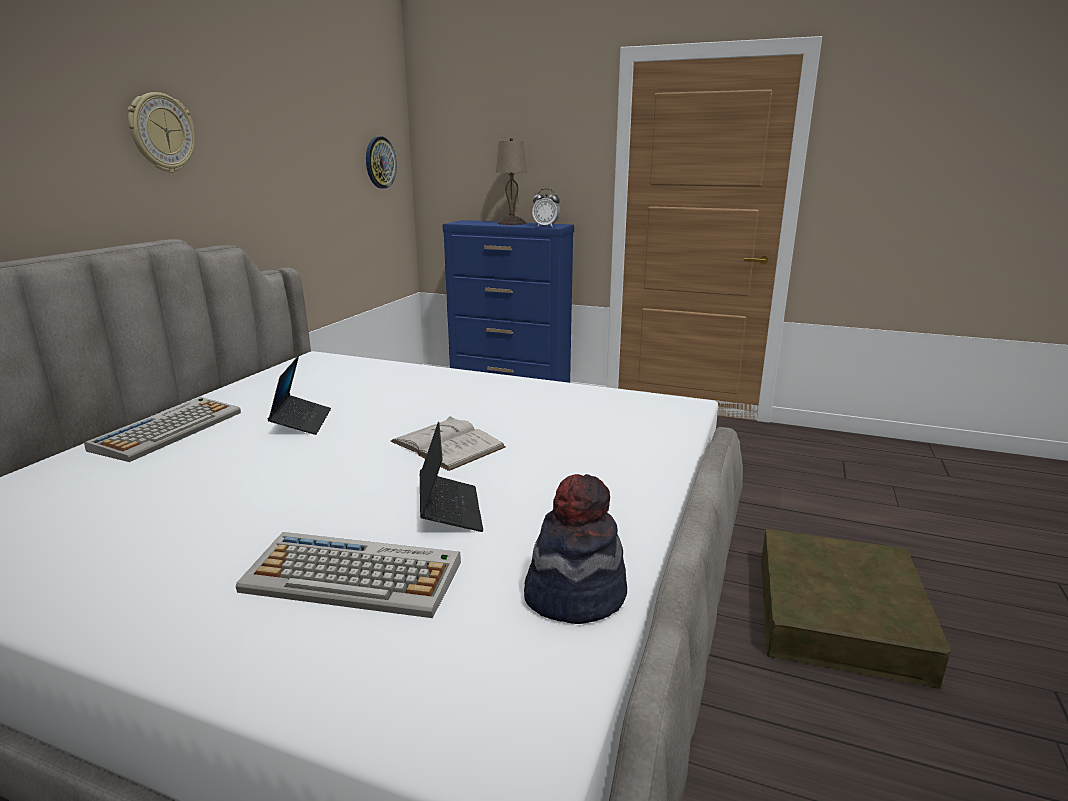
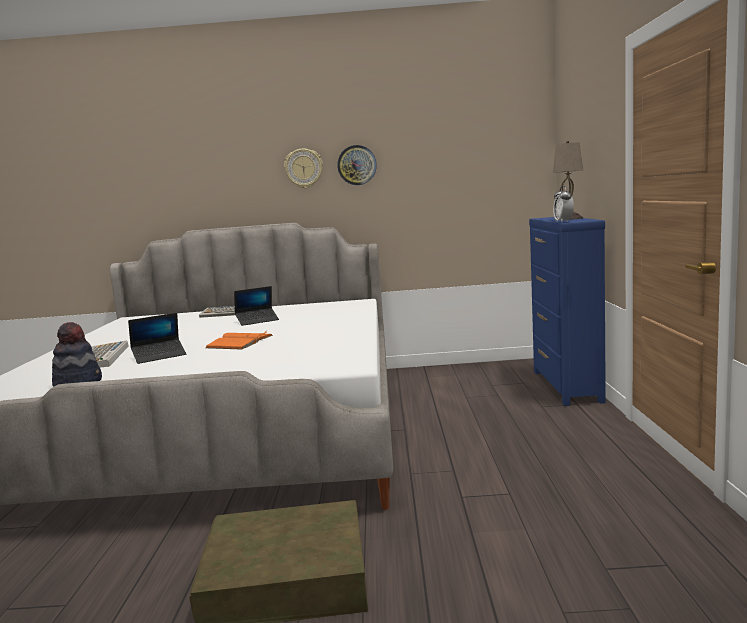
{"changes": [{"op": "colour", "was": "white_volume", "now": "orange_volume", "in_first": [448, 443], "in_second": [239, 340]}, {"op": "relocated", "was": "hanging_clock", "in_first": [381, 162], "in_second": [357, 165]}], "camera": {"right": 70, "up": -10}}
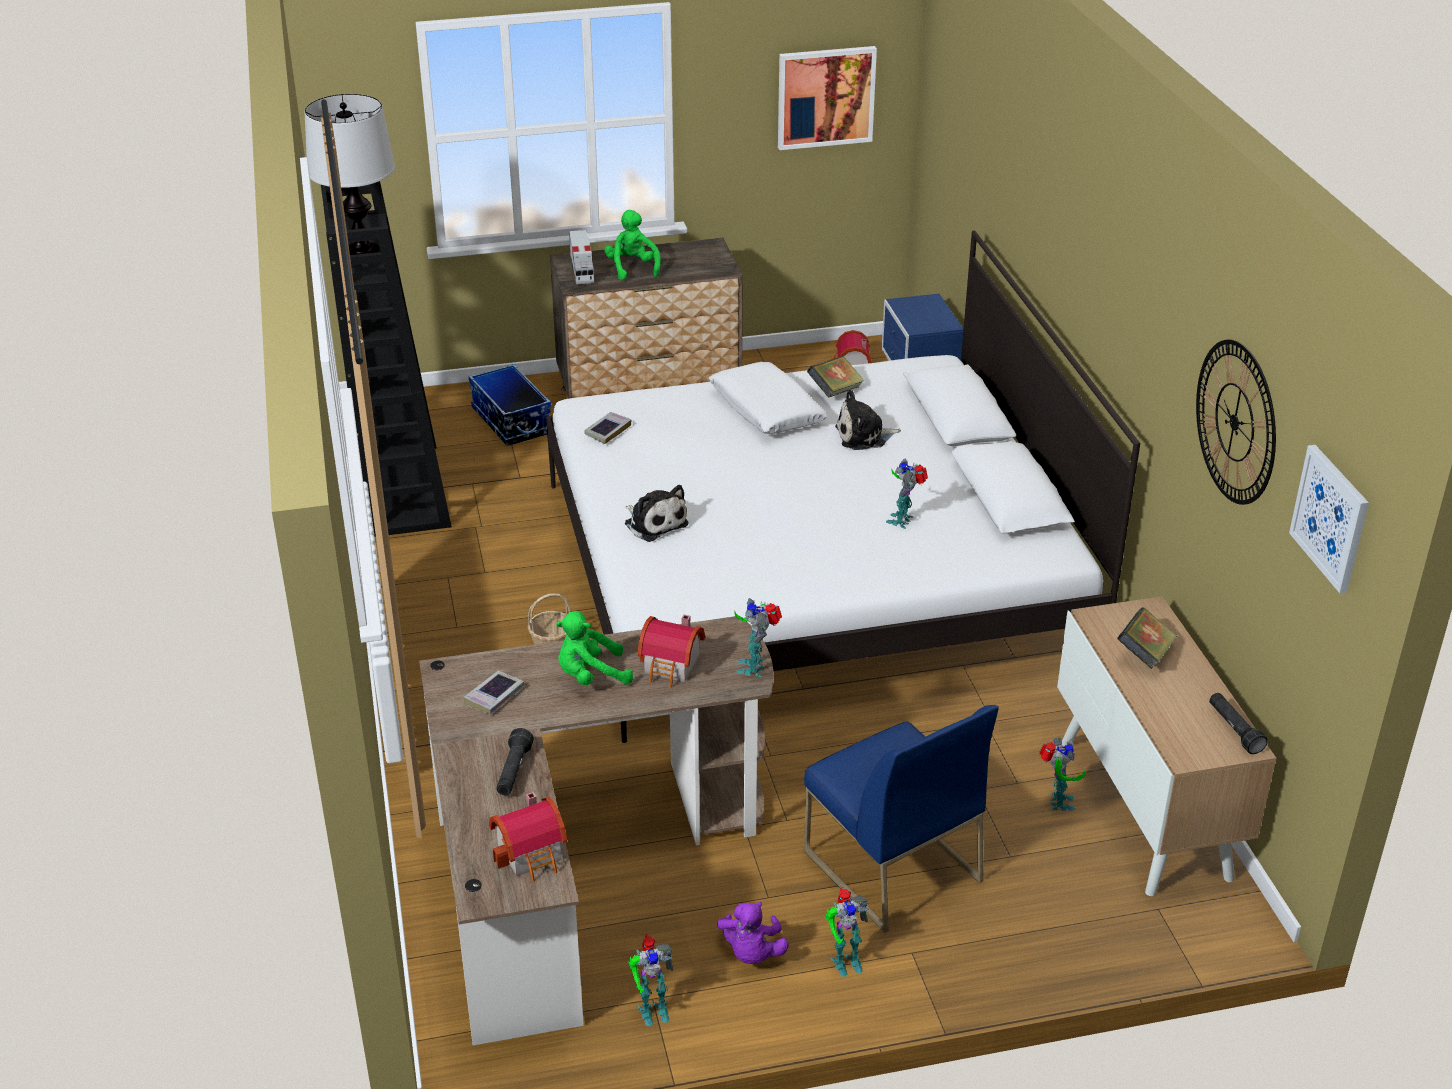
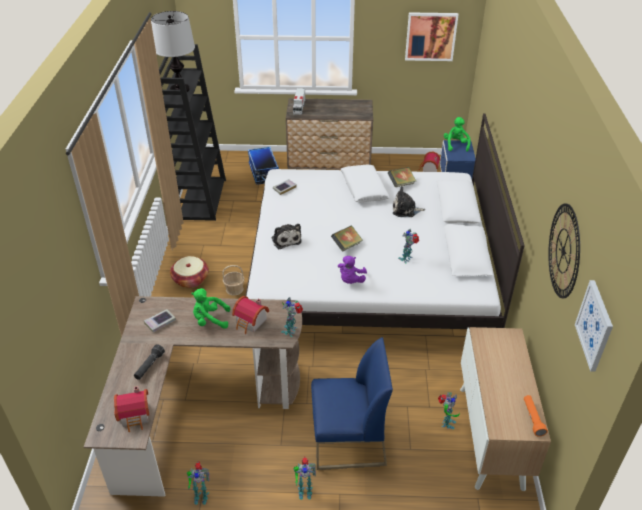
{"changes": [{"op": "appeared", "now": "household_basket", "in_second": [189, 272]}, {"op": "spun", "was": "bluish_upright_chair", "in_first": [901, 819], "in_second": [352, 403], "clockwise": -75}, {"op": "relocated", "was": "volume", "in_first": [1147, 638], "in_second": [347, 238]}, {"op": "relocated", "was": "purple-coloured_soft_toy", "in_first": [753, 933], "in_second": [352, 270]}, {"op": "relocated", "was": "green-coloured_soft_toy", "in_first": [632, 245], "in_second": [457, 134]}, {"op": "colour", "was": "black_torch", "now": "orange_torch", "in_first": [1238, 723], "in_second": [536, 416]}], "camera": {"right": 15, "up": 5}}
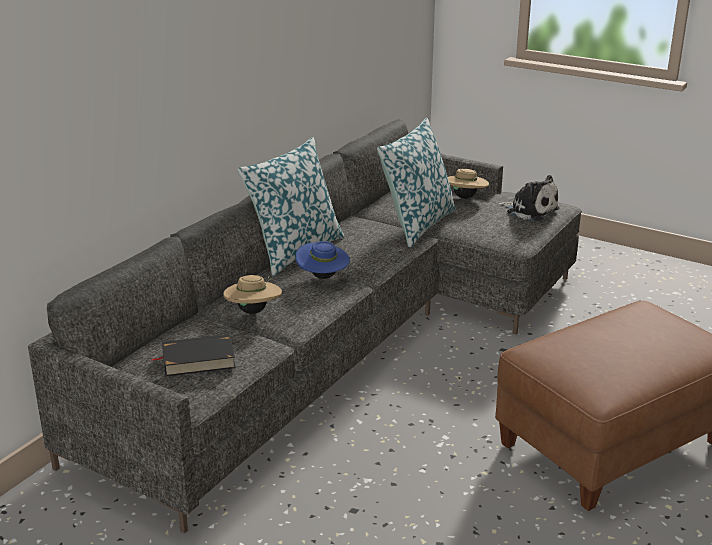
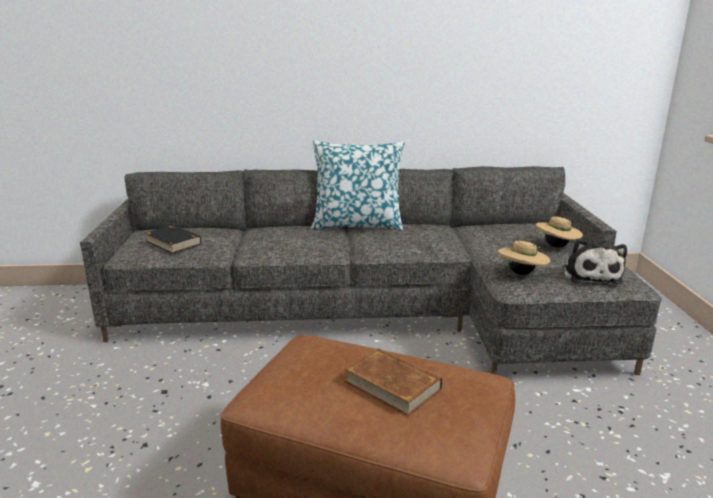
{"changes": [{"op": "appeared", "now": "brown-coloured_volume", "in_second": [394, 382]}, {"op": "relocated", "was": "beige-coloured_wearable_hat", "in_first": [252, 294], "in_second": [524, 258]}, {"op": "missing", "was": "bluish_wearable_hat", "in_first": [322, 260]}, {"op": "missing", "was": "pillow", "in_first": [416, 183]}], "camera": {"right": 55, "up": -5}}
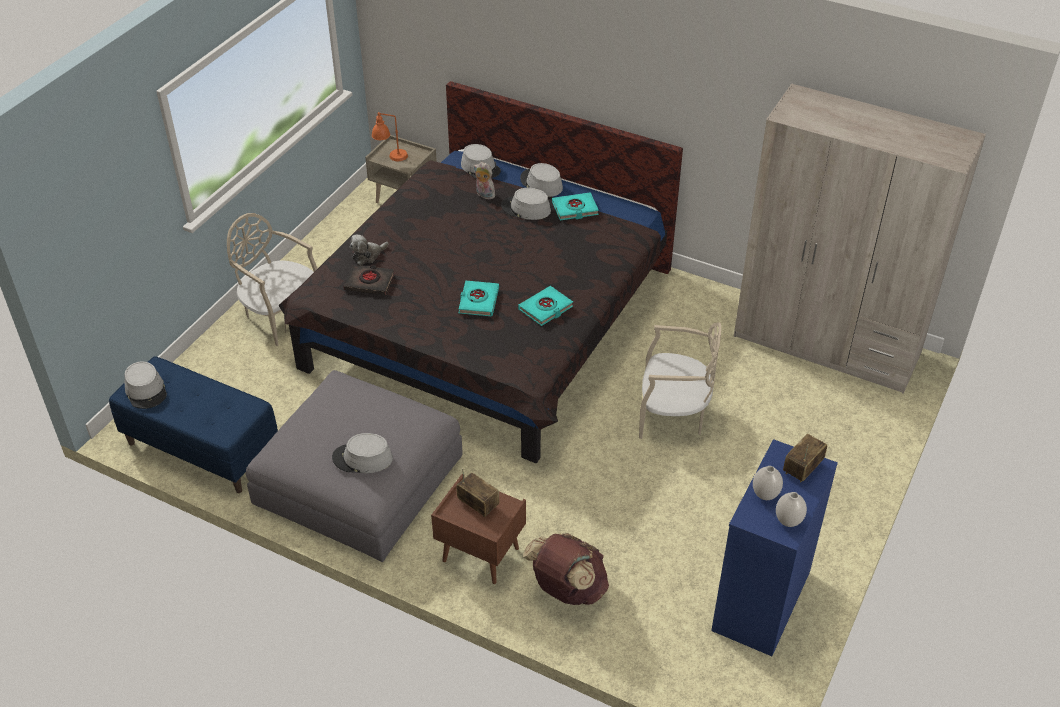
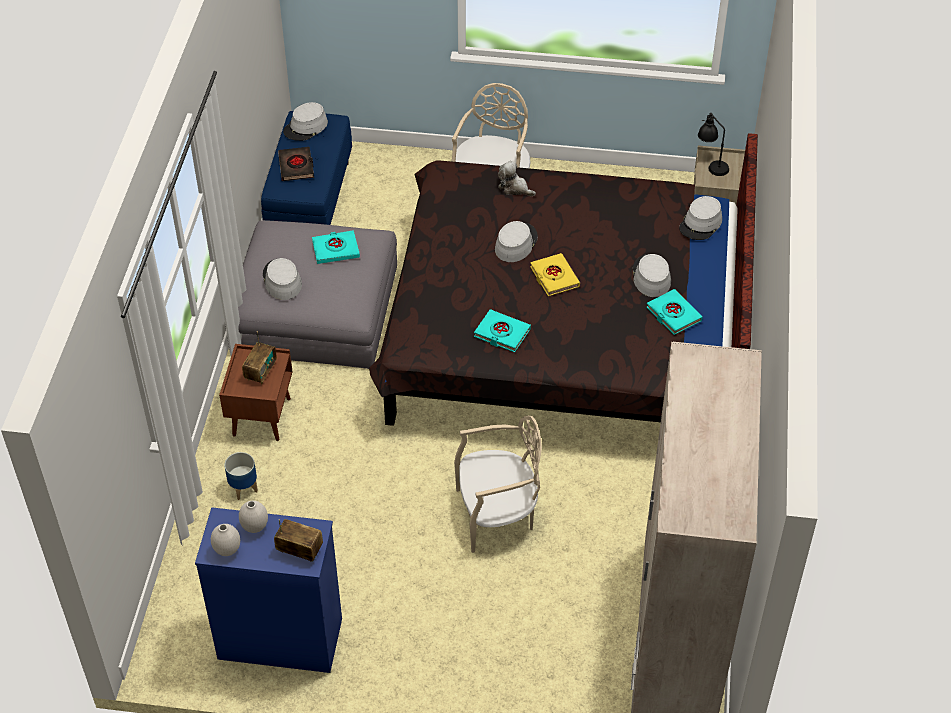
{"changes": [{"op": "exchanged", "was": "brown-coloured_knapsack", "now": "flower_pot", "in_first": [566, 569], "in_second": [241, 476]}, {"op": "relocated", "was": "black_volume", "in_first": [369, 280], "in_second": [296, 164]}, {"op": "relocated", "was": "blue-green_volume", "in_first": [479, 298], "in_second": [336, 247]}, {"op": "spun", "was": "beige-coloured_upright_chair", "in_first": [680, 381], "in_second": [498, 484], "clockwise": -90}, {"op": "relocated", "was": "greyish_wearable_hat", "in_first": [541, 180], "in_second": [516, 241]}, {"op": "appeared", "now": "yellowish_volume", "in_second": [555, 274]}, {"op": "colour", "was": "orange_lamp_for_a_table", "now": "black_lamp_for_a_table", "in_first": [390, 136], "in_second": [713, 144]}, {"op": "missing", "was": "soft_toy", "in_first": [484, 180]}], "camera": {"right": 70, "up": 5}}
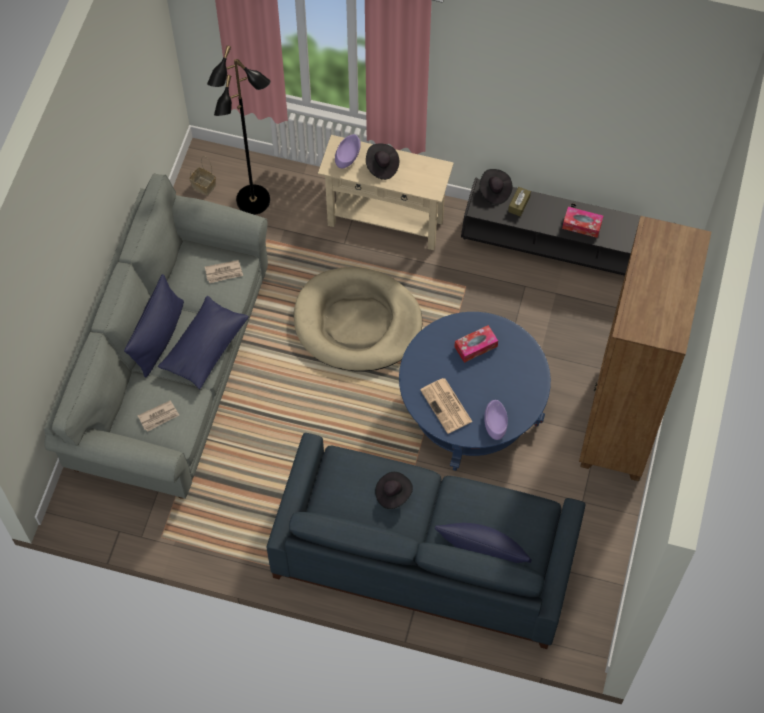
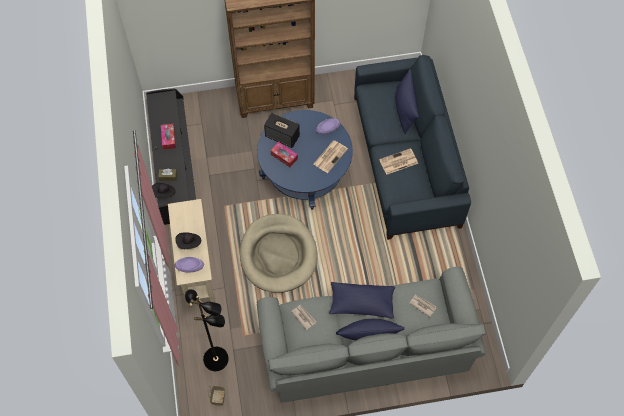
{"changes": [{"op": "appeared", "now": "audio_speaker", "in_second": [282, 130]}, {"op": "exchanged", "was": "black_wearable_hat", "now": "newspaper", "in_first": [394, 490], "in_second": [398, 161]}], "camera": {"right": -115, "up": 0}}
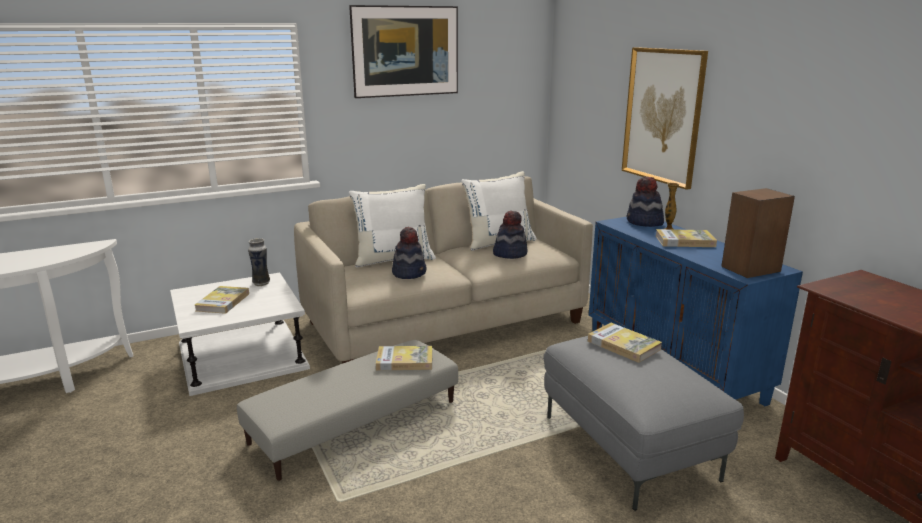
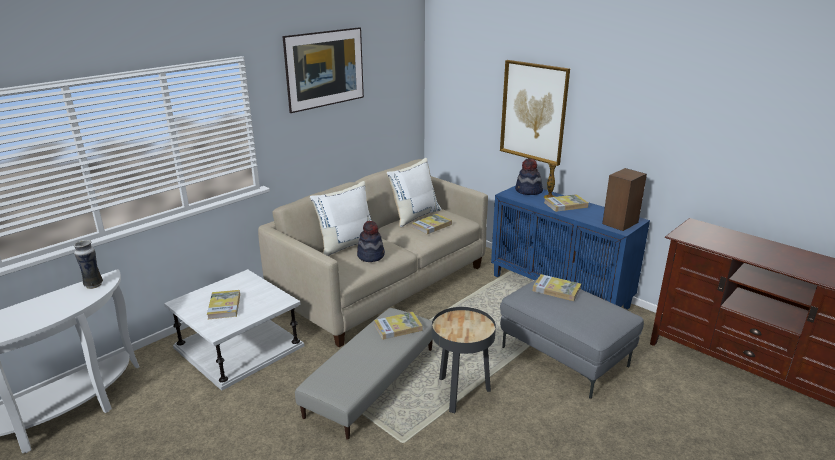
{"changes": [{"op": "relocated", "was": "vase", "in_first": [259, 262], "in_second": [88, 264]}, {"op": "exchanged", "was": "wearable_hat", "now": "volume", "in_first": [510, 235], "in_second": [432, 224]}, {"op": "appeared", "now": "black_end_table", "in_second": [464, 360]}], "camera": {"right": -20, "up": 5}}
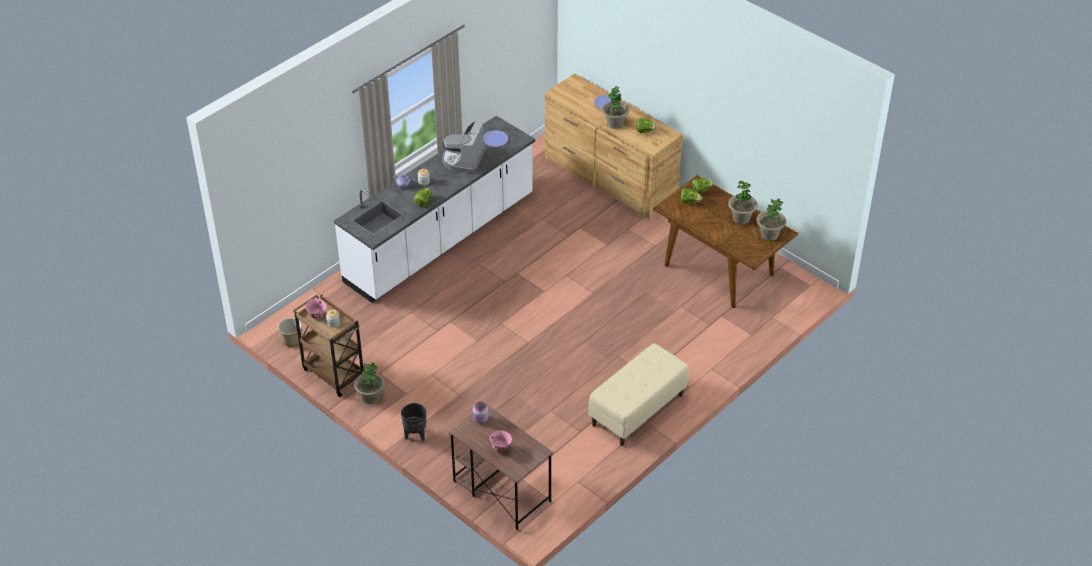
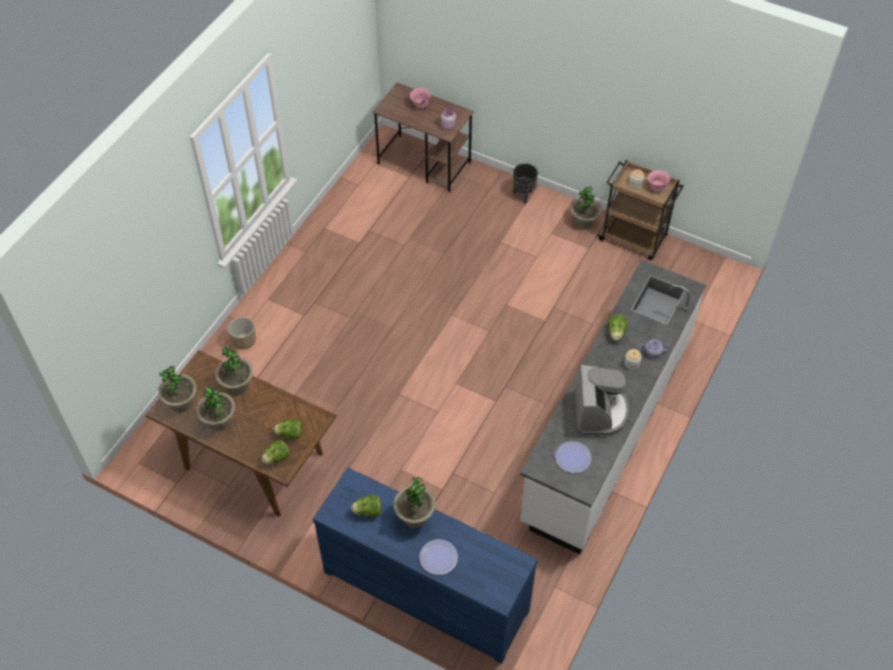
{"changes": [{"op": "appeared", "now": "houseplant", "in_second": [234, 370]}, {"op": "relocated", "was": "flower_pot", "in_first": [290, 332], "in_second": [242, 333]}, {"op": "colour", "was": "brown-coloured_dresser", "now": "bluish_dresser", "in_first": [613, 146], "in_second": [425, 566]}, {"op": "missing", "was": "beige-coloured_long_seat", "in_first": [638, 394]}], "camera": {"right": 165, "up": 10}}
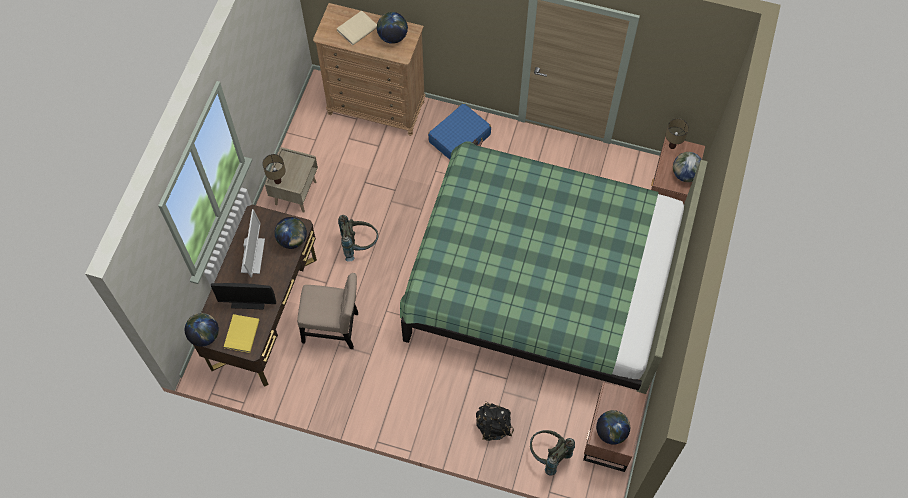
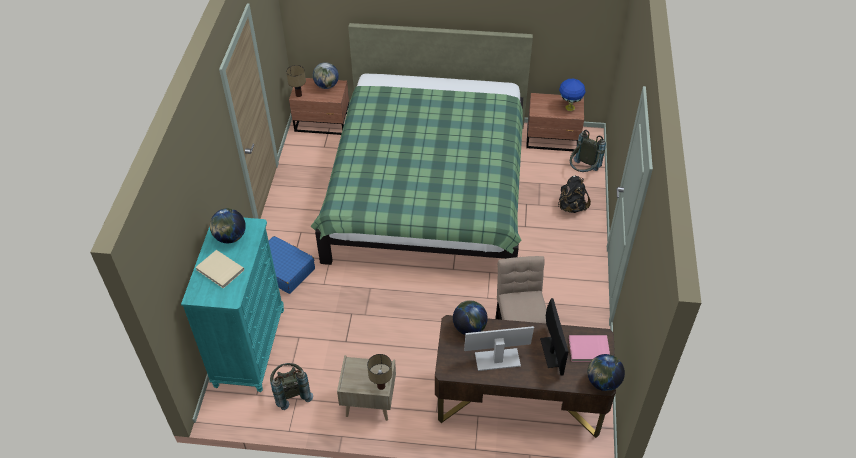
{"changes": [{"op": "colour", "was": "brown-coloured_dresser", "now": "blue-green_dresser", "in_first": [369, 69], "in_second": [232, 305]}, {"op": "relocated", "was": "greyish_knapsack", "in_first": [358, 238], "in_second": [291, 386]}, {"op": "exchanged", "was": "globe", "now": "bluish_lamp_for_a_table", "in_first": [613, 427], "in_second": [572, 94]}, {"op": "colour", "was": "yellowish_volume", "now": "pinkish_volume", "in_first": [241, 333], "in_second": [589, 348]}], "camera": {"right": -100, "up": -15}}
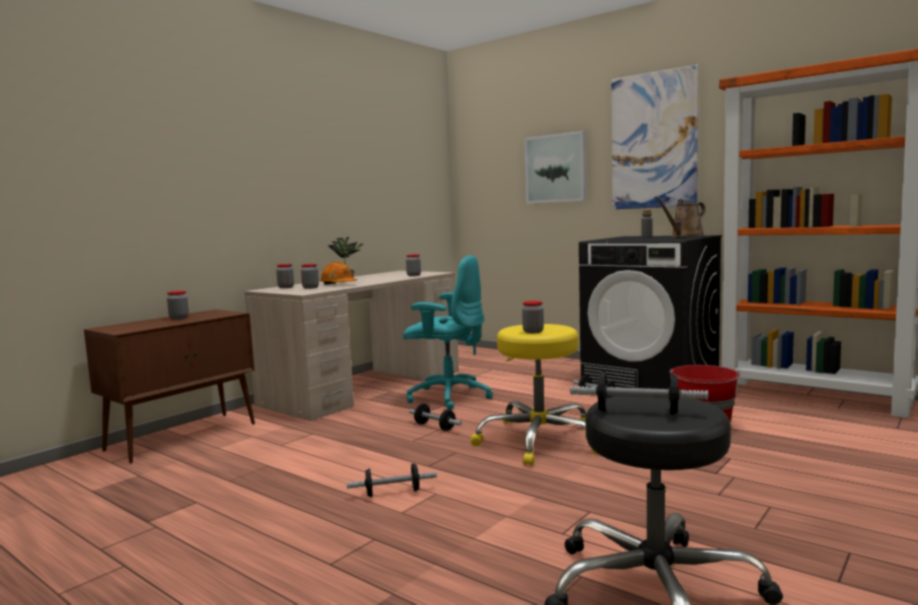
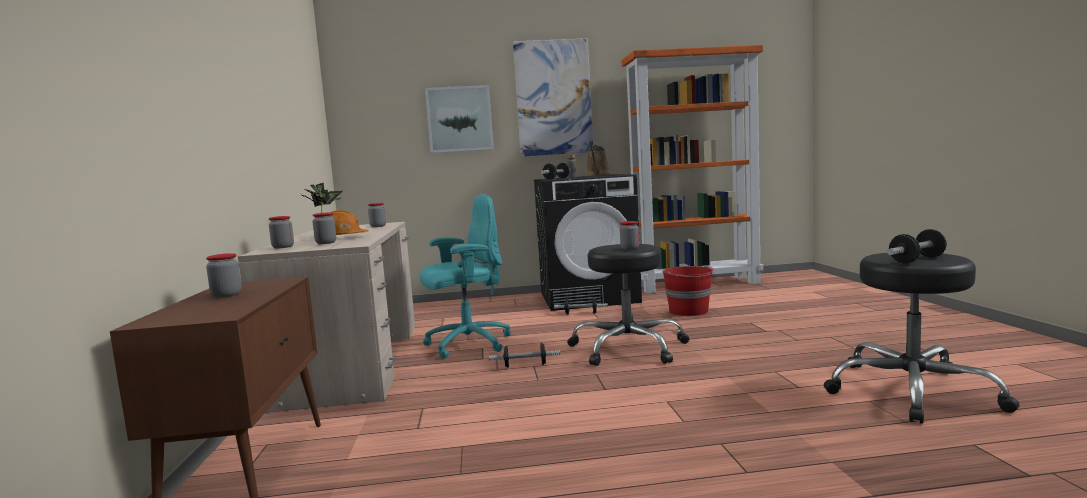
{"changes": [{"op": "relocated", "was": "hand_weight", "in_first": [392, 480], "in_second": [555, 171]}, {"op": "colour", "was": "yellowish_stool", "now": "black_stool", "in_first": [534, 395], "in_second": [628, 305]}], "camera": {"right": -45, "up": 0}}
